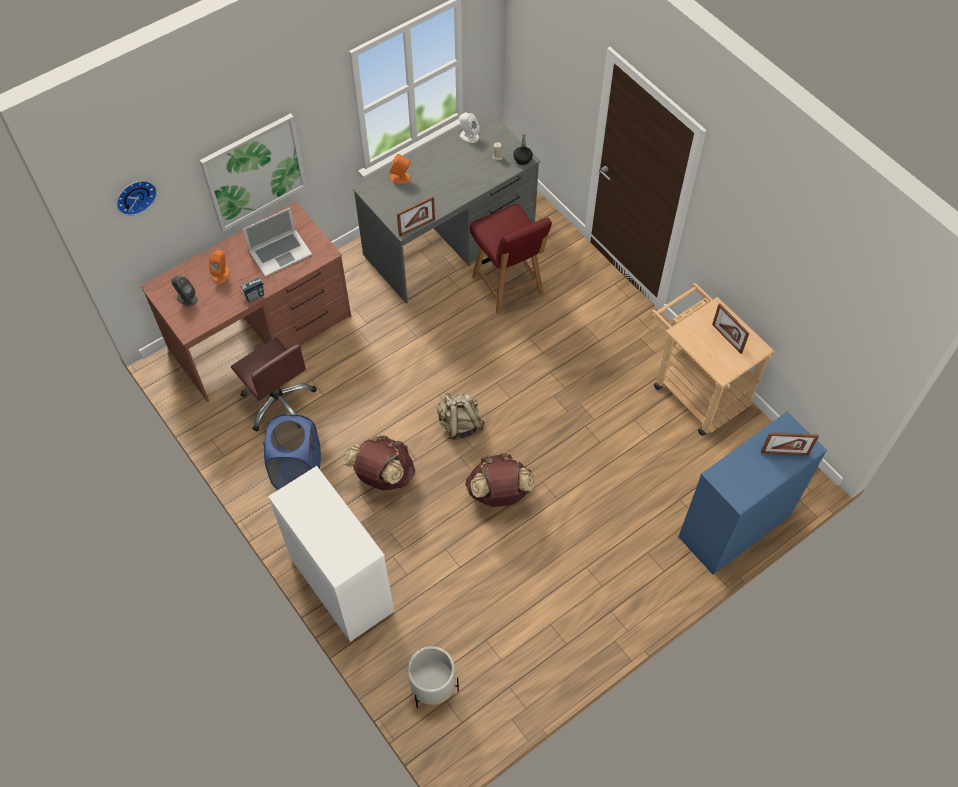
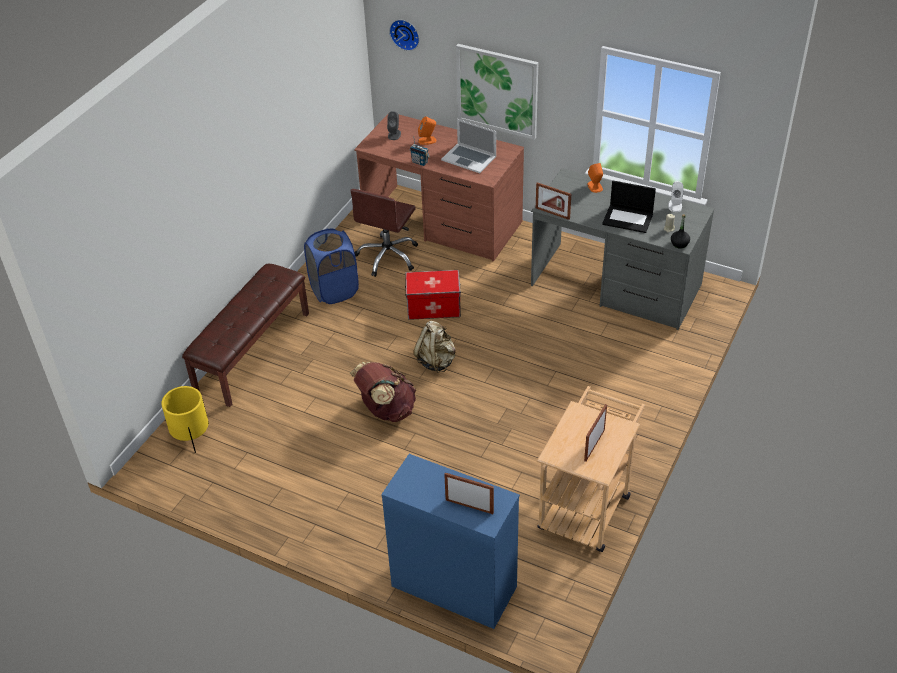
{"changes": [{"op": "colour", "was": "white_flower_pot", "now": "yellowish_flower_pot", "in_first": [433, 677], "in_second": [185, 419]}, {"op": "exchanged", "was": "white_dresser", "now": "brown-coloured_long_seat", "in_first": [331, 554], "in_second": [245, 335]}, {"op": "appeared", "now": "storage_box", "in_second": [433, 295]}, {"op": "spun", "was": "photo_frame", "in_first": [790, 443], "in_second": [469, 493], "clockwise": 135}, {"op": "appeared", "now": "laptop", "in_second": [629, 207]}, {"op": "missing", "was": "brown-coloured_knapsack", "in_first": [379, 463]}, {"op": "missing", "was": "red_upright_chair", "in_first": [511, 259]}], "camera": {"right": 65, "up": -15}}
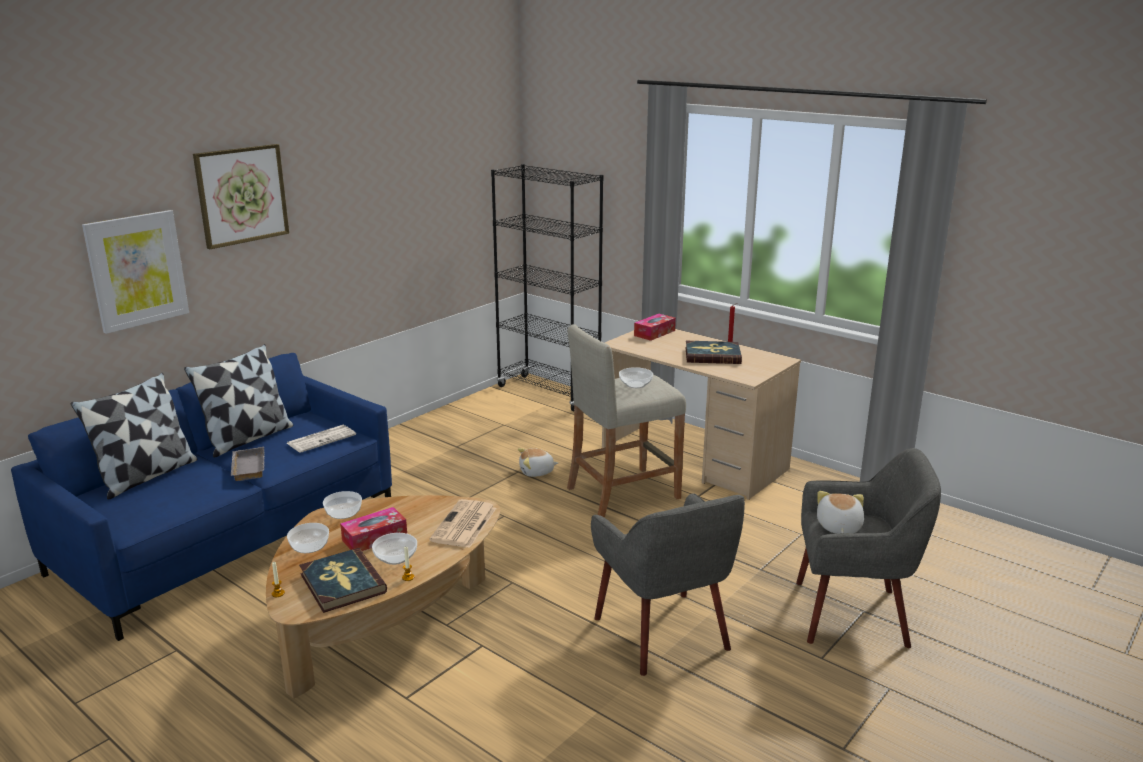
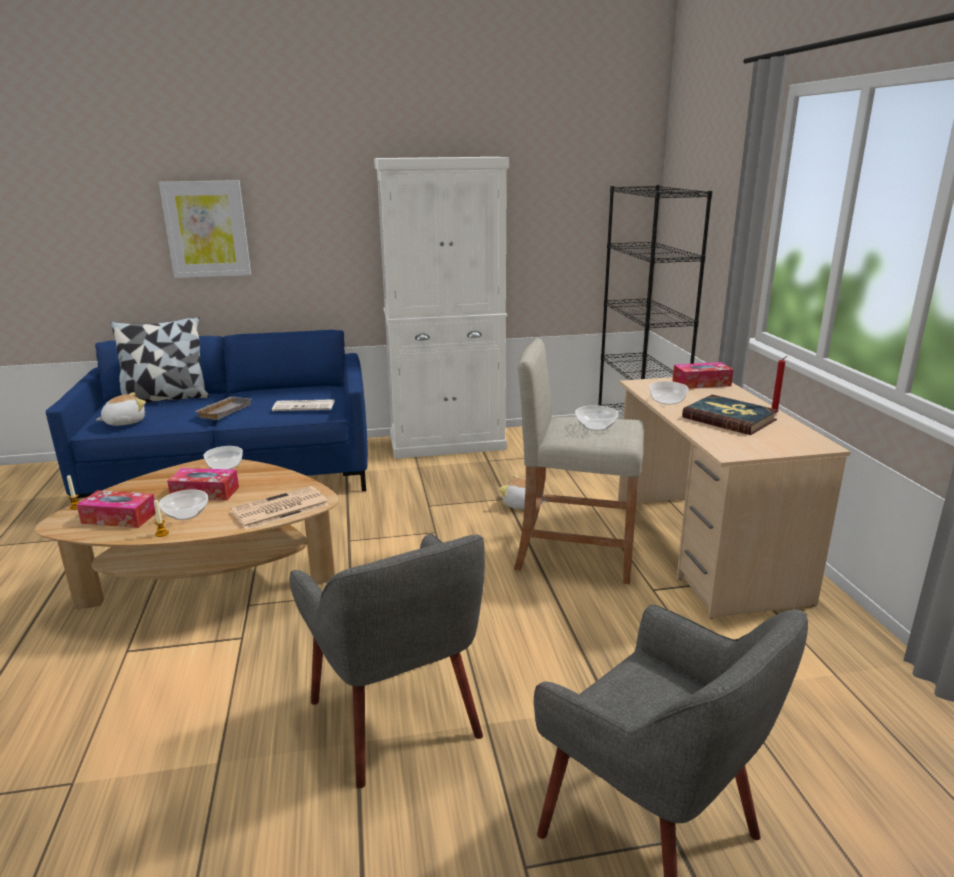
{"changes": [{"op": "exchanged", "was": "volume", "now": "tissue_holder", "in_first": [343, 580], "in_second": [116, 509]}, {"op": "relocated", "was": "soft_toy", "in_first": [840, 512], "in_second": [121, 409]}, {"op": "spun", "was": "greyish_lounge_chair", "in_first": [668, 584], "in_second": [387, 661], "clockwise": -45}, {"op": "appeared", "now": "white_cabinet", "in_second": [441, 308]}, {"op": "relocated", "was": "deep_dish", "in_first": [308, 538], "in_second": [668, 393]}, {"op": "missing", "was": "pillow", "in_first": [238, 401]}, {"op": "missing", "was": "wall_picture", "in_first": [241, 196]}], "camera": {"right": 40, "up": 0}}
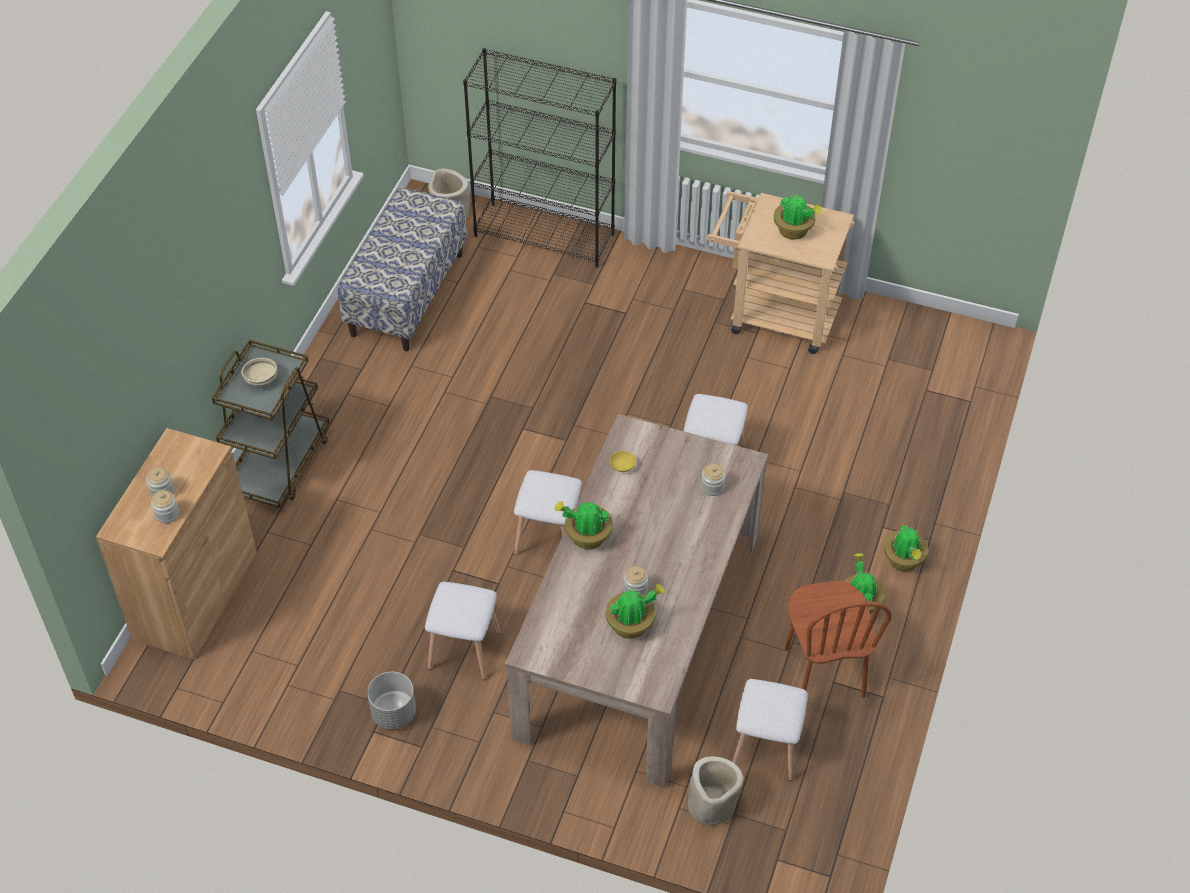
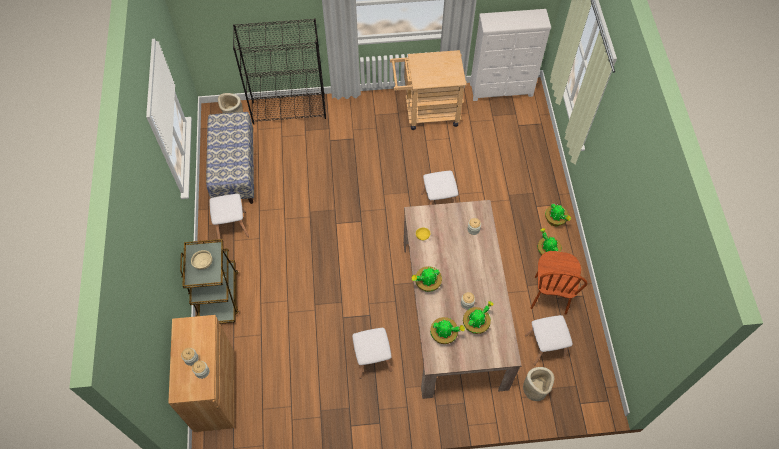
{"changes": [{"op": "relocated", "was": "white_stool", "in_first": [548, 512], "in_second": [229, 217]}, {"op": "relocated", "was": "houseplant", "in_first": [798, 217], "in_second": [447, 330]}, {"op": "appeared", "now": "white_dresser", "in_second": [510, 55]}, {"op": "spun", "was": "brown-coloured_upright_chair", "in_first": [838, 639], "in_second": [559, 283], "clockwise": 45}, {"op": "missing", "was": "greyish_flower_pot", "in_first": [391, 700]}], "camera": {"right": -25, "up": 10}}
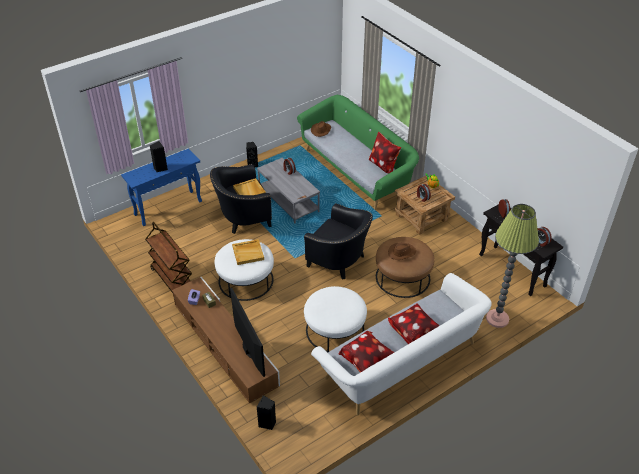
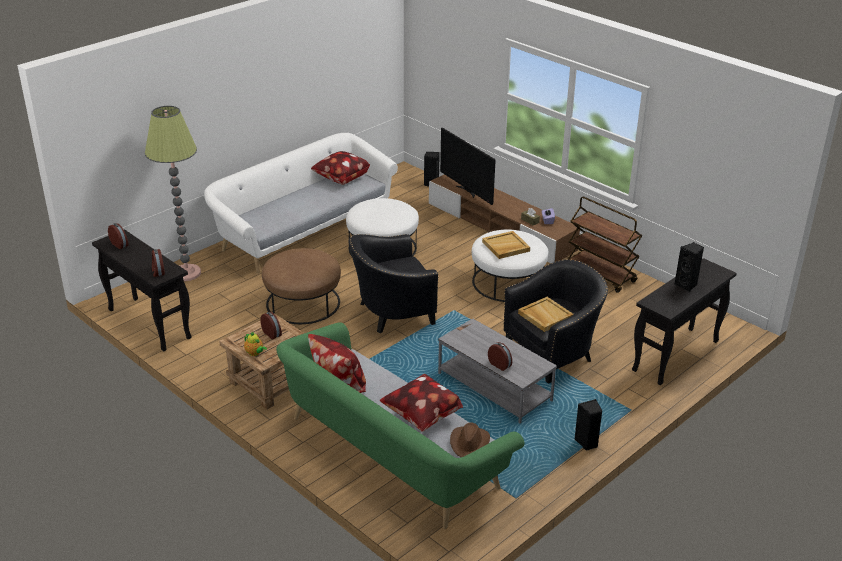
{"changes": [{"op": "spun", "was": "black_lounge_chair", "in_first": [338, 241], "in_second": [393, 283], "clockwise": -45}, {"op": "relocated", "was": "pillow", "in_first": [414, 323], "in_second": [421, 403]}, {"op": "colour", "was": "bluish_narrow_table", "now": "black_narrow_table", "in_first": [161, 187], "in_second": [684, 321]}, {"op": "missing", "was": "brown-coloured_wearable_hat", "in_first": [402, 251]}], "camera": {"right": 170, "up": -10}}
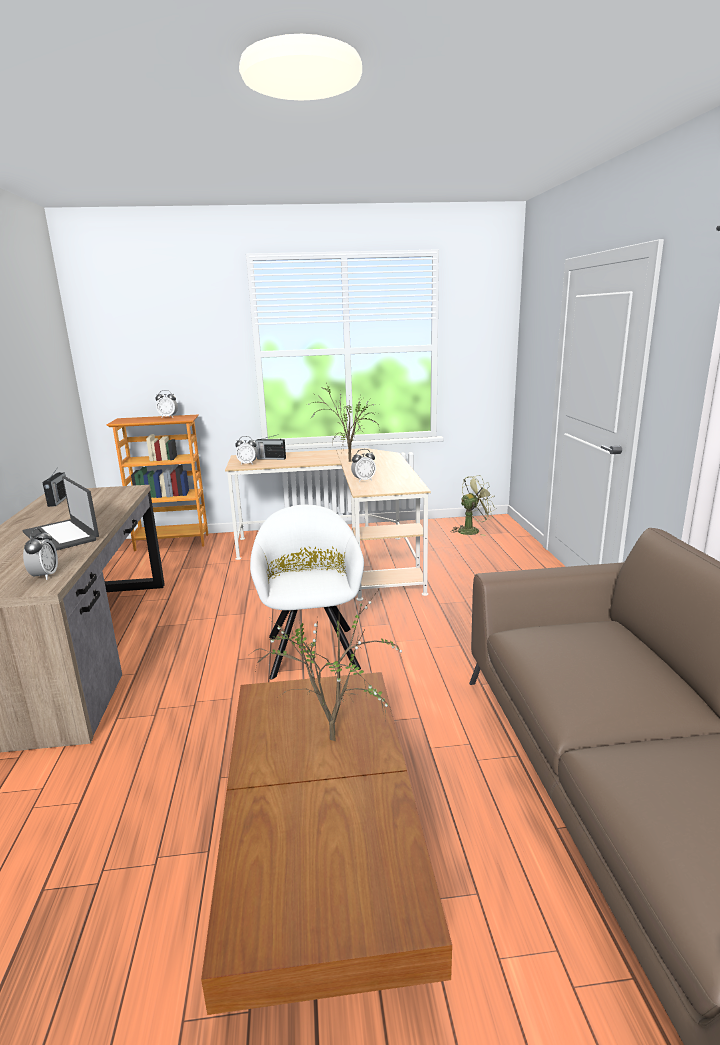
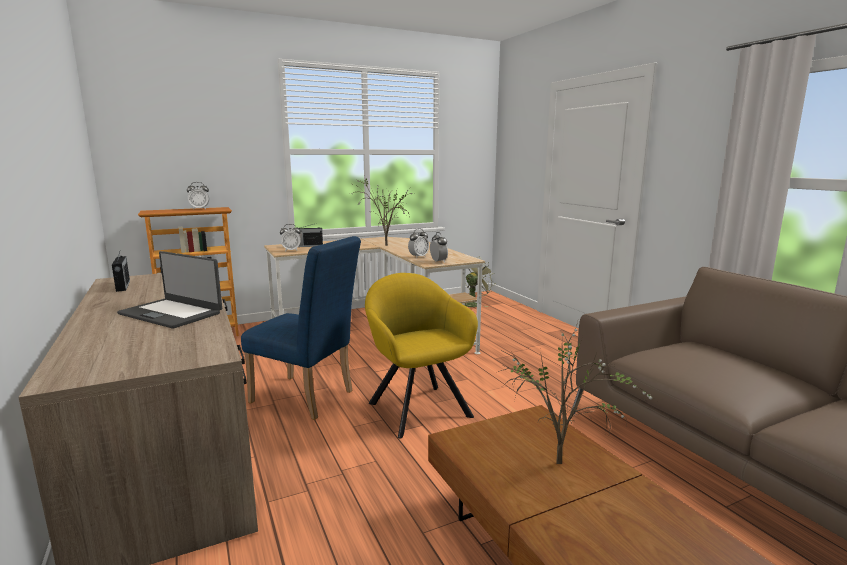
{"changes": [{"op": "appeared", "now": "bluish_upright_chair", "in_second": [301, 328]}, {"op": "colour", "was": "white_lounge_chair", "now": "yellowish_lounge_chair", "in_first": [307, 592], "in_second": [421, 356]}, {"op": "relocated", "was": "table_clock", "in_first": [40, 554], "in_second": [439, 247]}], "camera": {"right": -20, "up": -5}}
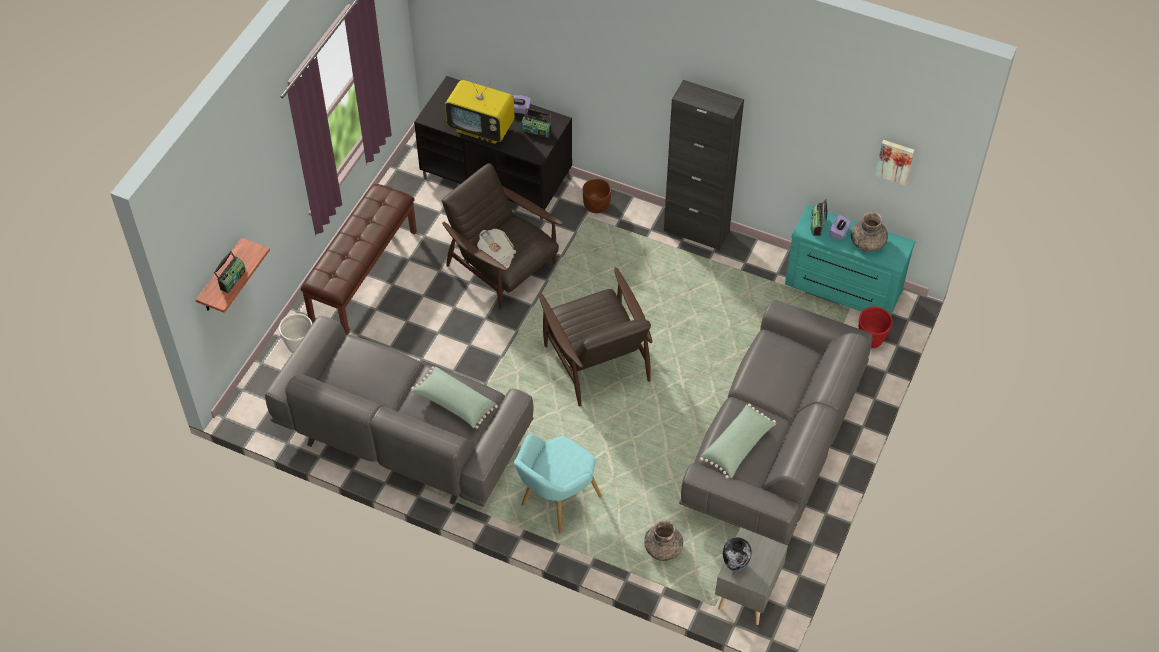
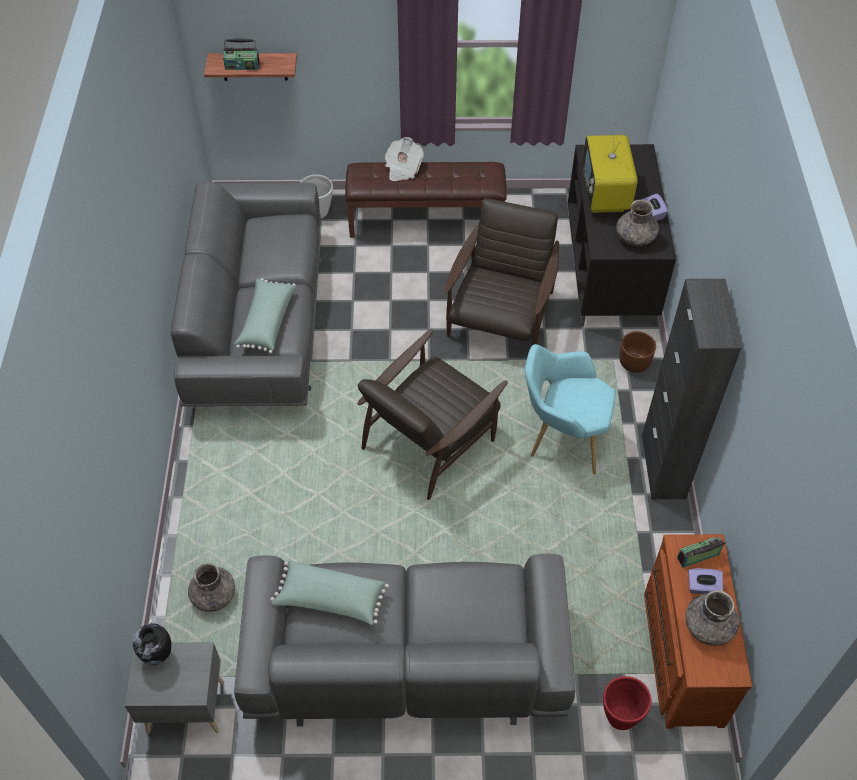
{"changes": [{"op": "relocated", "was": "newspaper", "in_first": [496, 248], "in_second": [404, 159]}, {"op": "relocated", "was": "blue-green_lounge_chair", "in_first": [558, 483], "in_second": [570, 409]}, {"op": "exchanged", "was": "radio_receiver", "now": "greyish_vase", "in_first": [537, 123], "in_second": [637, 222]}, {"op": "colour", "was": "blue-green_dresser", "now": "brown-coloured_dresser", "in_first": [850, 260], "in_second": [698, 631]}, {"op": "missing", "was": "wall_picture", "in_first": [894, 163]}], "camera": {"right": 65, "up": 0}}
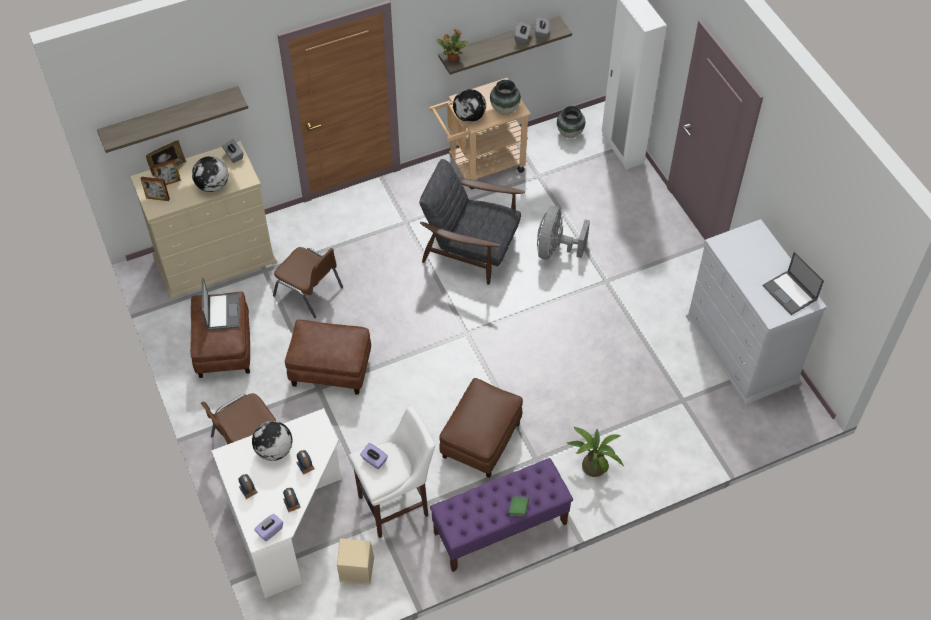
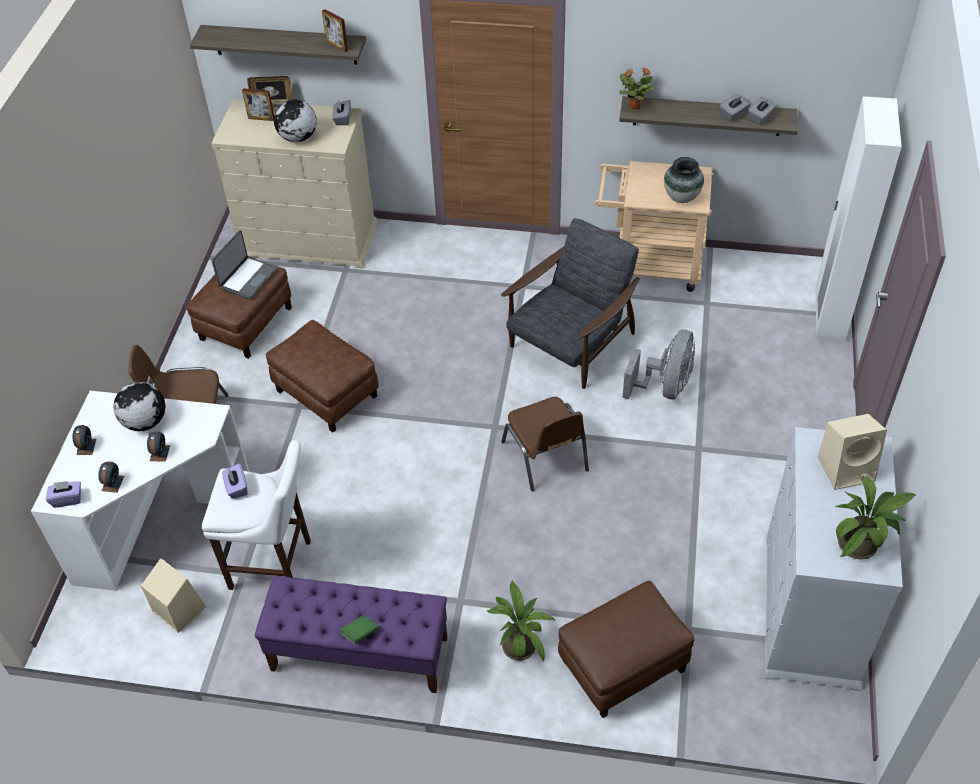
{"changes": [{"op": "relocated", "was": "photo_frame", "in_first": [155, 189], "in_second": [335, 30]}, {"op": "spun", "was": "greyish_lounge_chair", "in_first": [472, 222], "in_second": [570, 303], "clockwise": 75}, {"op": "relocated", "was": "brown-coloured_upright_chair", "in_first": [308, 282], "in_second": [545, 444]}, {"op": "relocated", "was": "brown-coloured_ottoman", "in_first": [481, 428], "in_second": [626, 649]}, {"op": "spun", "was": "greyish_cooling_fan", "in_first": [563, 232], "in_second": [658, 364], "clockwise": 150}, {"op": "appeared", "now": "beige-coloured_audio_speaker", "in_second": [852, 452]}, {"op": "exchanged", "was": "laptop", "now": "houseplant", "in_first": [793, 283], "in_second": [876, 517]}, {"op": "missing", "was": "globe", "in_first": [469, 105]}, {"op": "missing", "was": "vase", "in_first": [571, 122]}], "camera": {"right": 35, "up": -5}}
